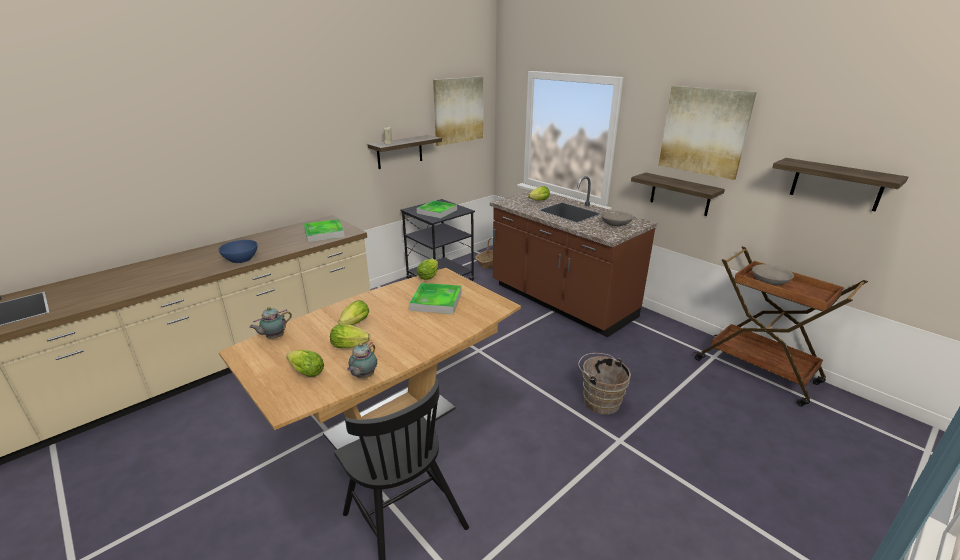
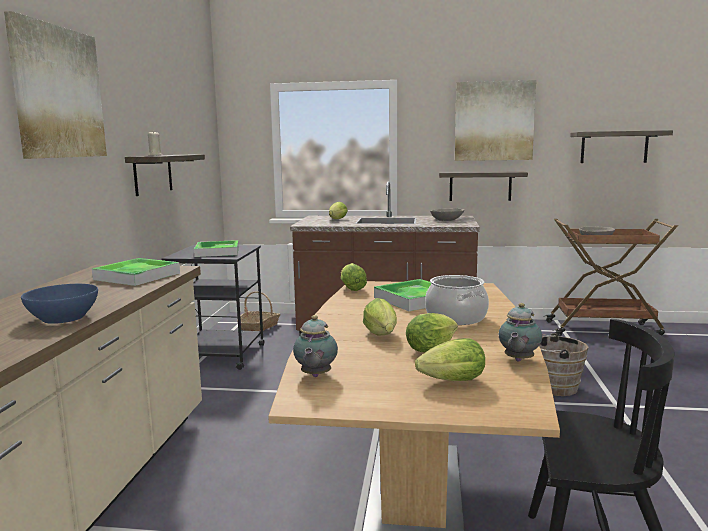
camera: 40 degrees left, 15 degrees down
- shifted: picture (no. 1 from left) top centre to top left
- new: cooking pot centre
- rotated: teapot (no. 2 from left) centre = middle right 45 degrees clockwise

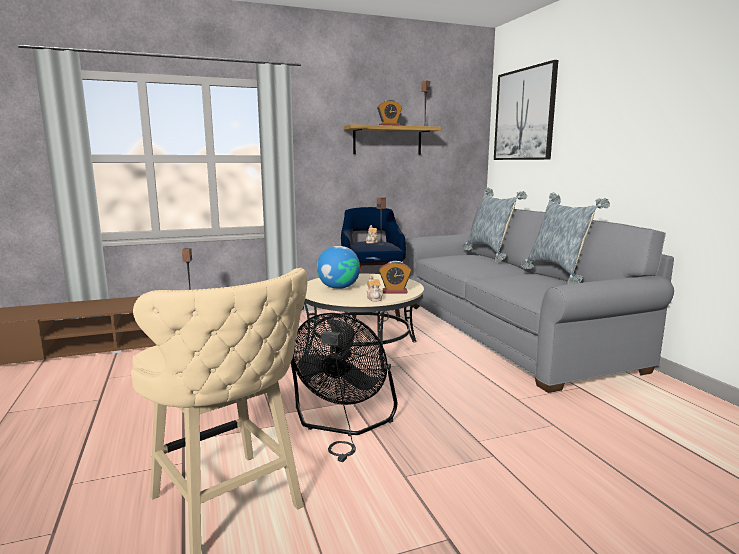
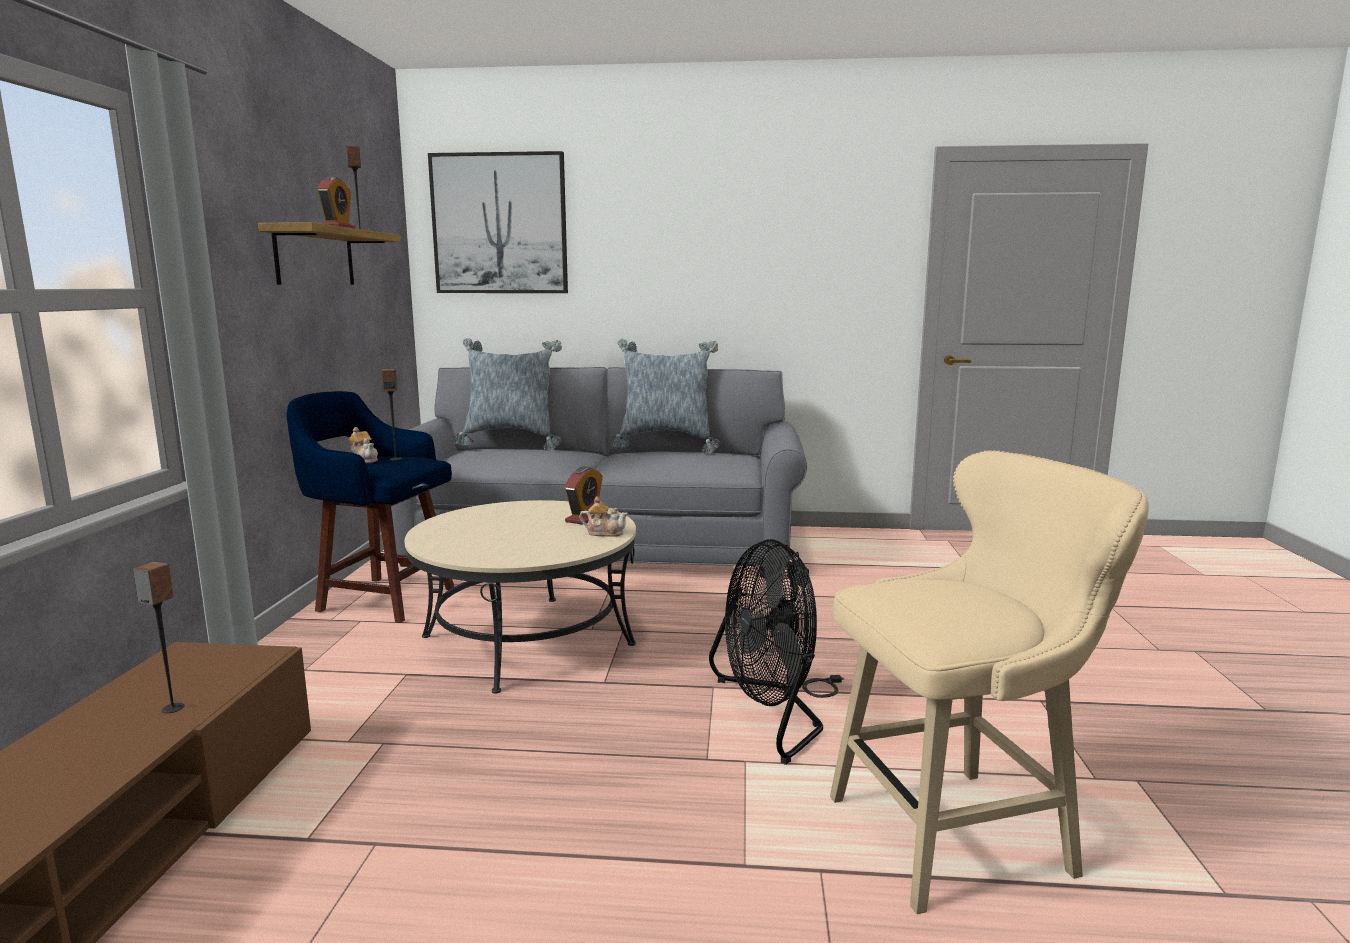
camera: 65 degrees left, 0 degrees up
- rotated: fan/black bottom centre = bottom centre 60 degrees counterclockwise
- gone: globe centre

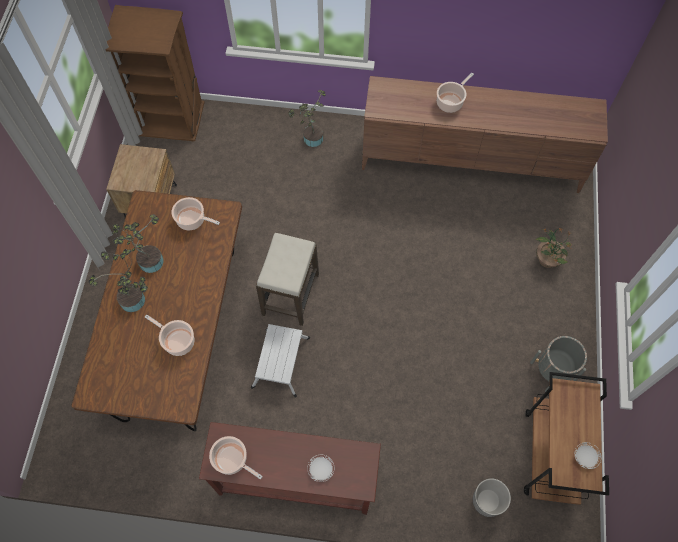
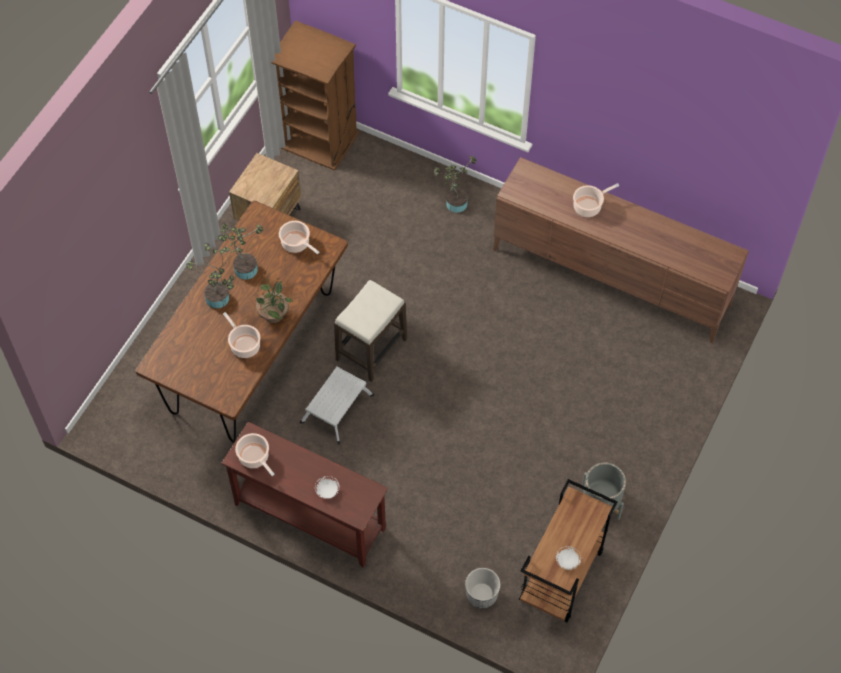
camera: 20 degrees right, 5 degrees down
- shifted: potted plant (no. 4 from left in the first image) middle right to potted plant (no. 3 from left) middle left

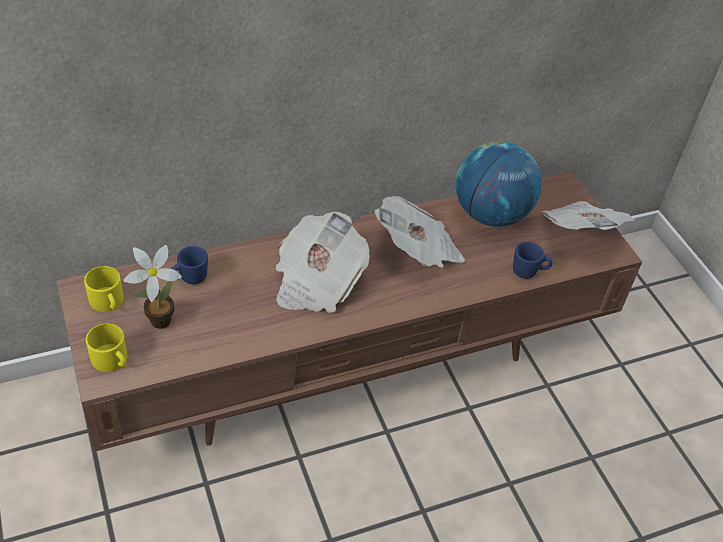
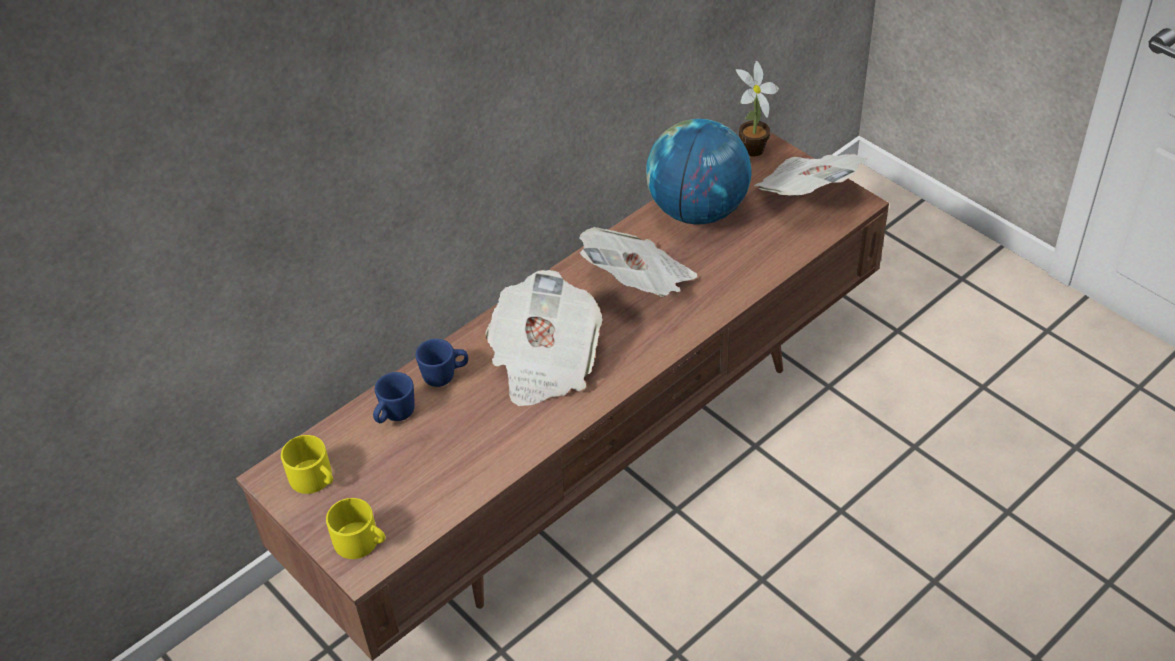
camera: 15 degrees left, 0 degrees up
- shifted: mug/blue (no. 2 from left) middle right to centre
- shifted: potted plant middle left to top centre

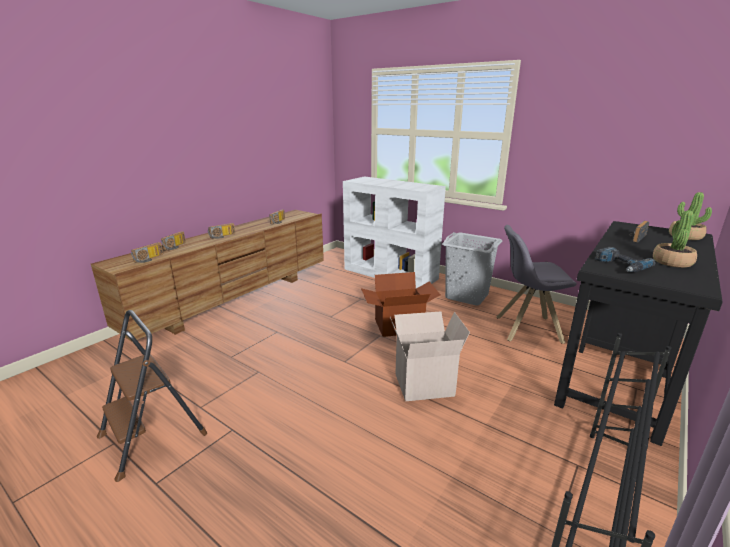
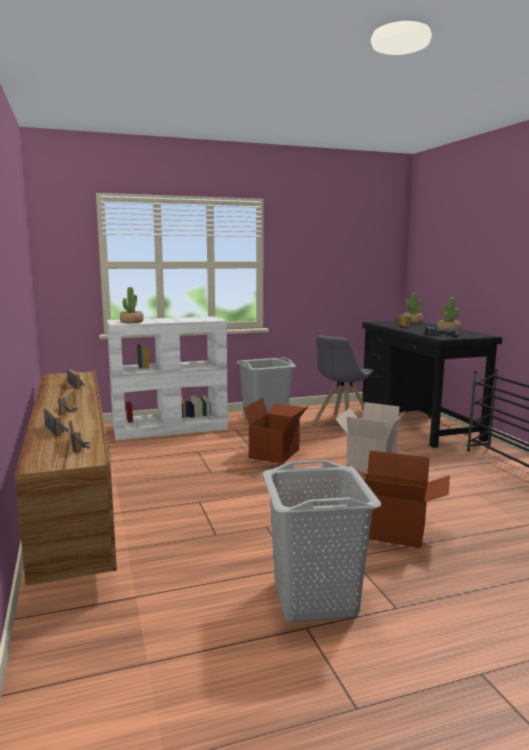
camera: 55 degrees left, 10 degrees down
- new: potted plant (no. 1 from left) middle left
- swapped: step ladder/brown bottom left to laundry basket/grey (no. 2 from left) bottom centre
- new: cardboard box (no. 3 from left) middle right

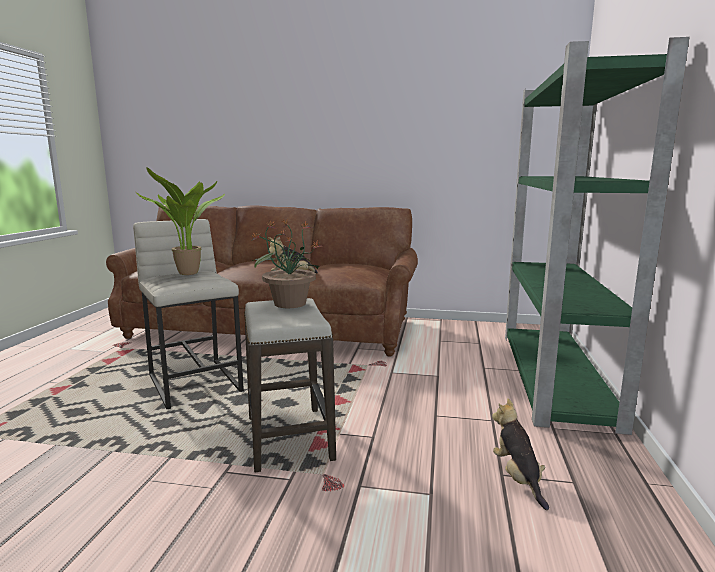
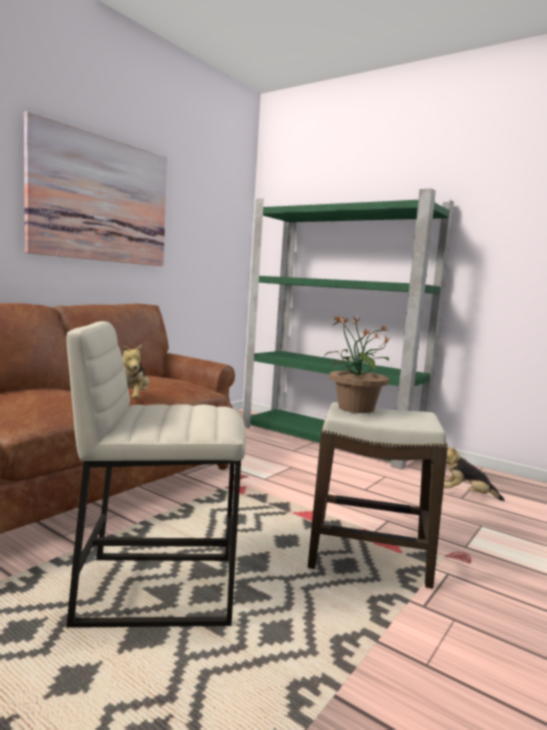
camera: 65 degrees left, 5 degrees down
- new: picture top left
- gone: potted plant (no. 1 from left) middle left

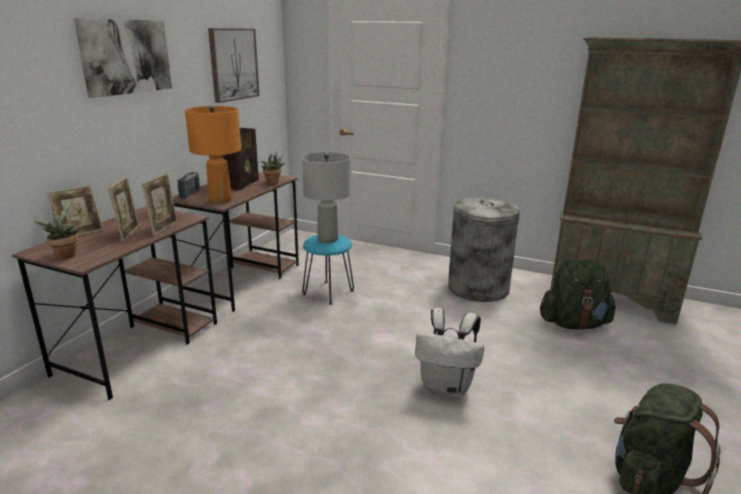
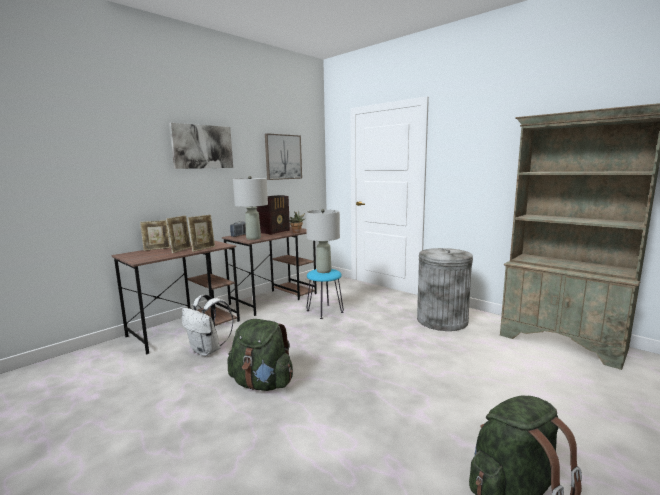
camera: 20 degrees right, 10 degrees down
- shifted: backpack/white bottom centre to middle left
- shifted: backpack/green (no. 1 from left) middle right to bottom centre
- repainted: table lamp/orange top left to table lamp/grey (no. 1 from left) centre
- gone: potted plant (no. 1 from left) middle left

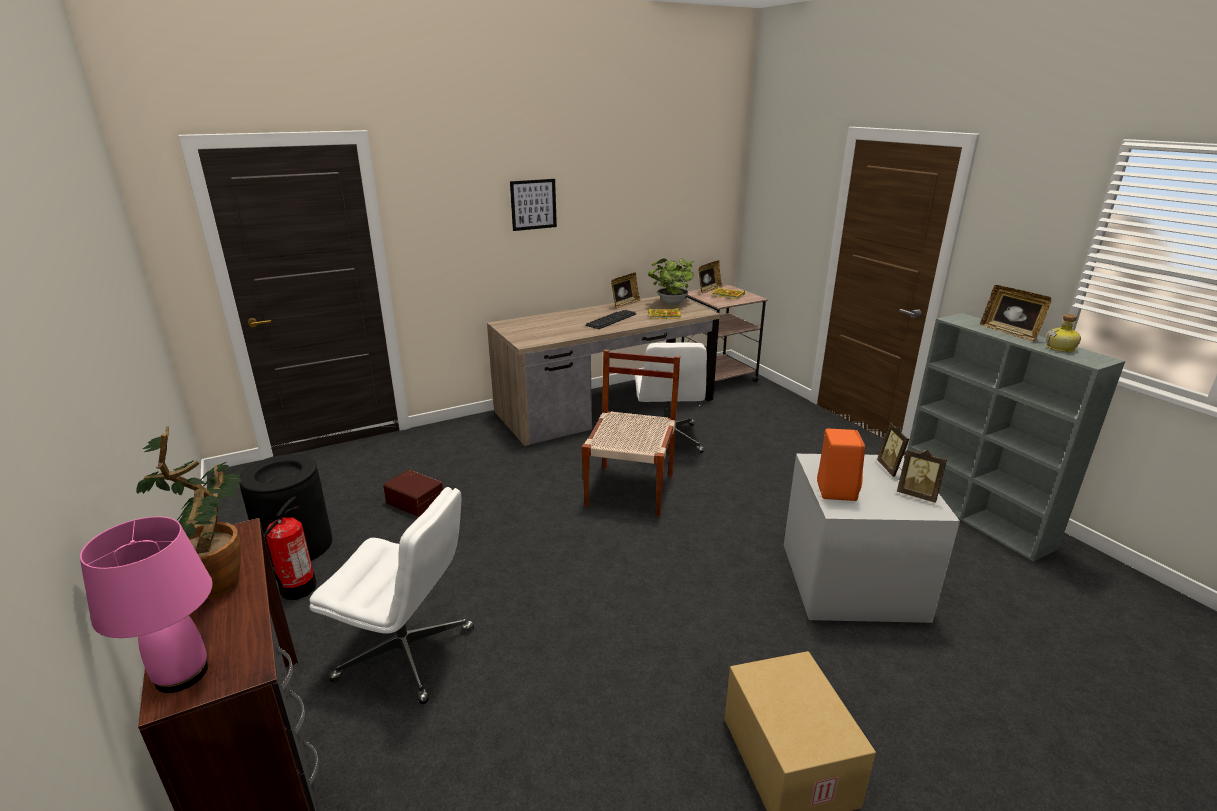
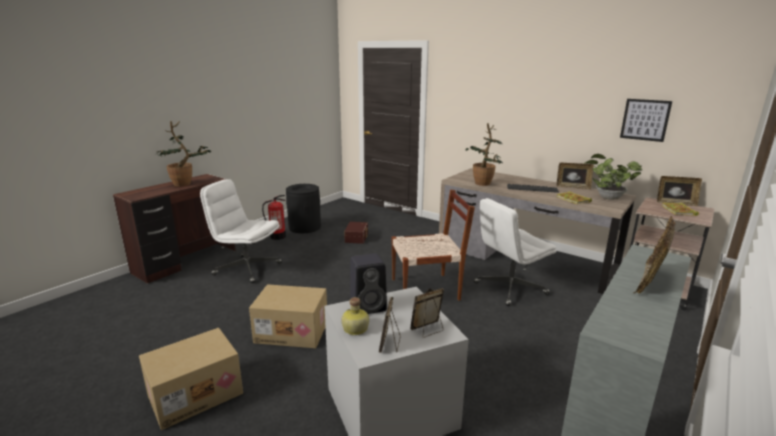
camera: 65 degrees right, 5 degrees down
- rotated: office chair/white (no. 1 from left) bottom left = middle left 120 degrees clockwise
- new: cardboard box (no. 2 from left) bottom centre
- shifted: bottle middle right to bottom centre
- repainted: speaker/orange middle right to speaker/black centre
- new: potted plant (no. 2 from left) centre
- shifted: picture top centre to top right
- gone: table lamp/pink bottom left

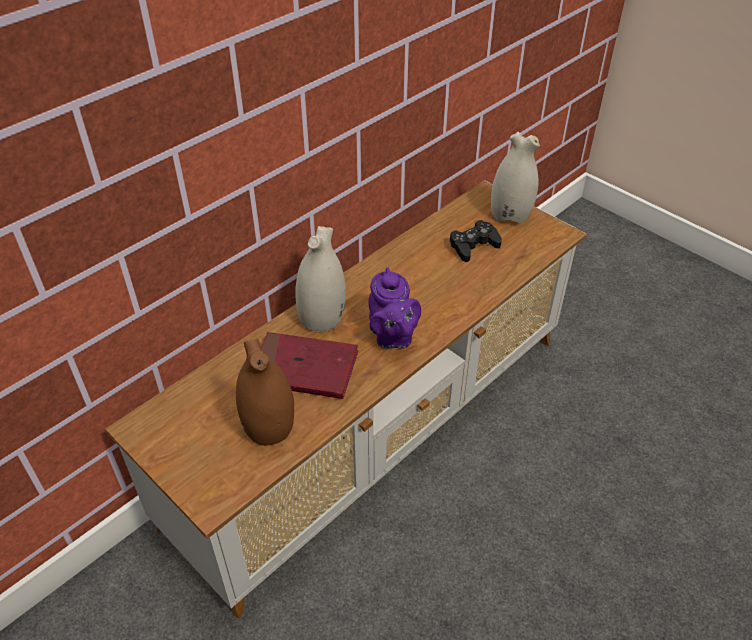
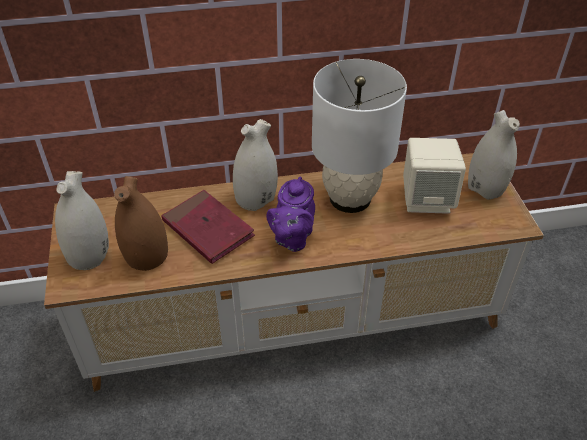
camera: 35 degrees right, 0 degrees up
- new: vase/white (no. 1 from left) middle left
- new: table lamp/white top centre
- swapped: game controller/black centre to speaker/beige middle right

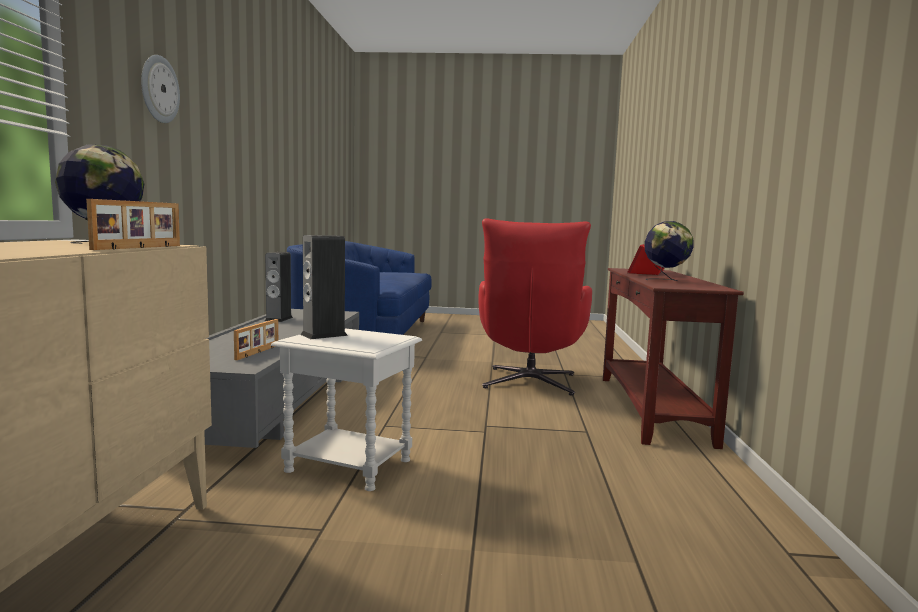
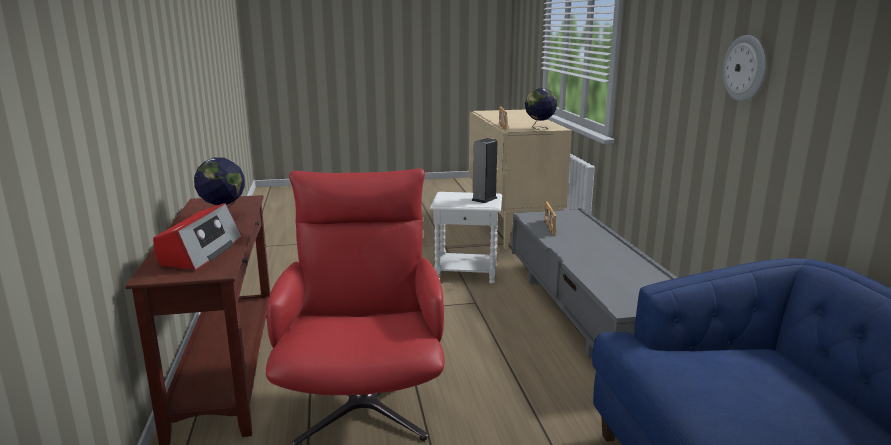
camera: 165 degrees right, 10 degrees up
- shifted: wall clock top left to top right
- gone: speaker (no. 1 from left) middle left

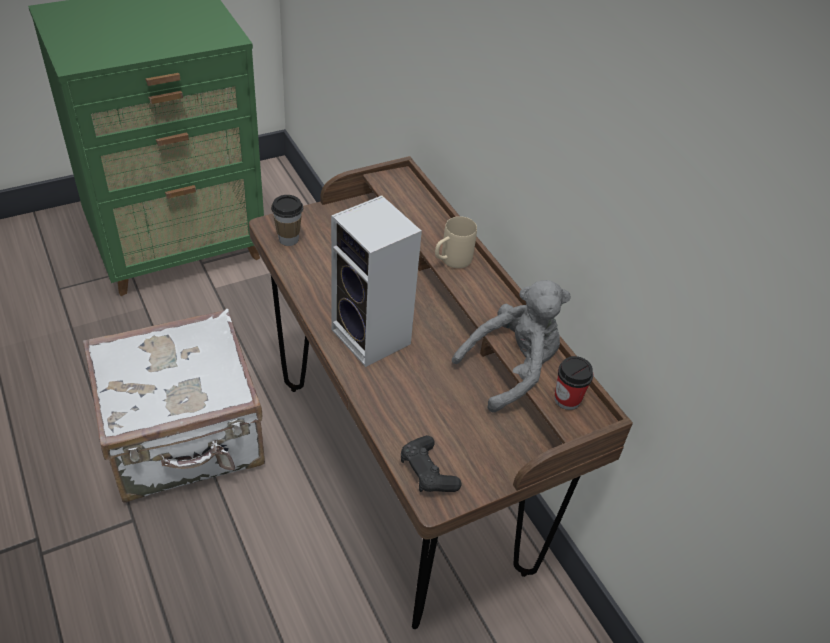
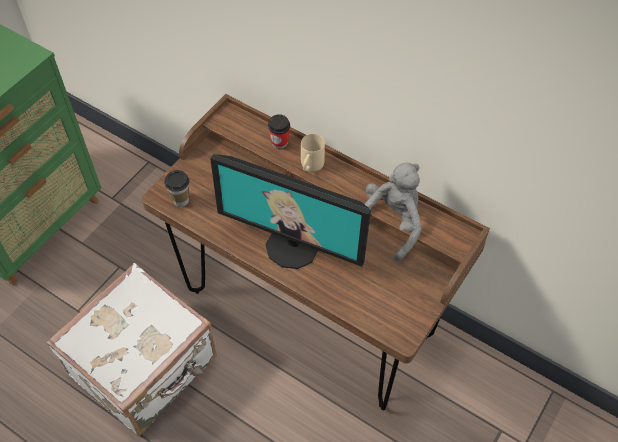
camera: 25 degrees left, 10 degrees up
- swapped: speaker centre to monitor centre
- shifted: cup (no. 2 from left) middle right to top centre
- gone: game controller/black bottom centre

